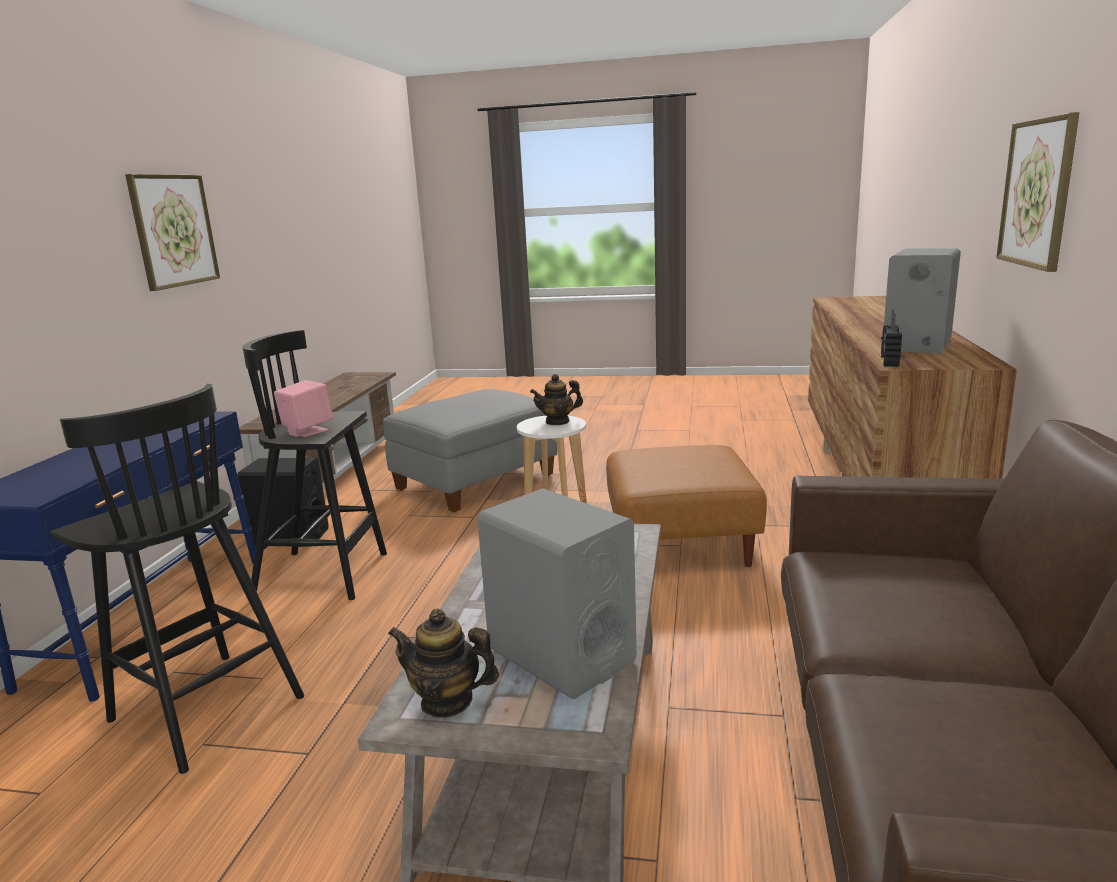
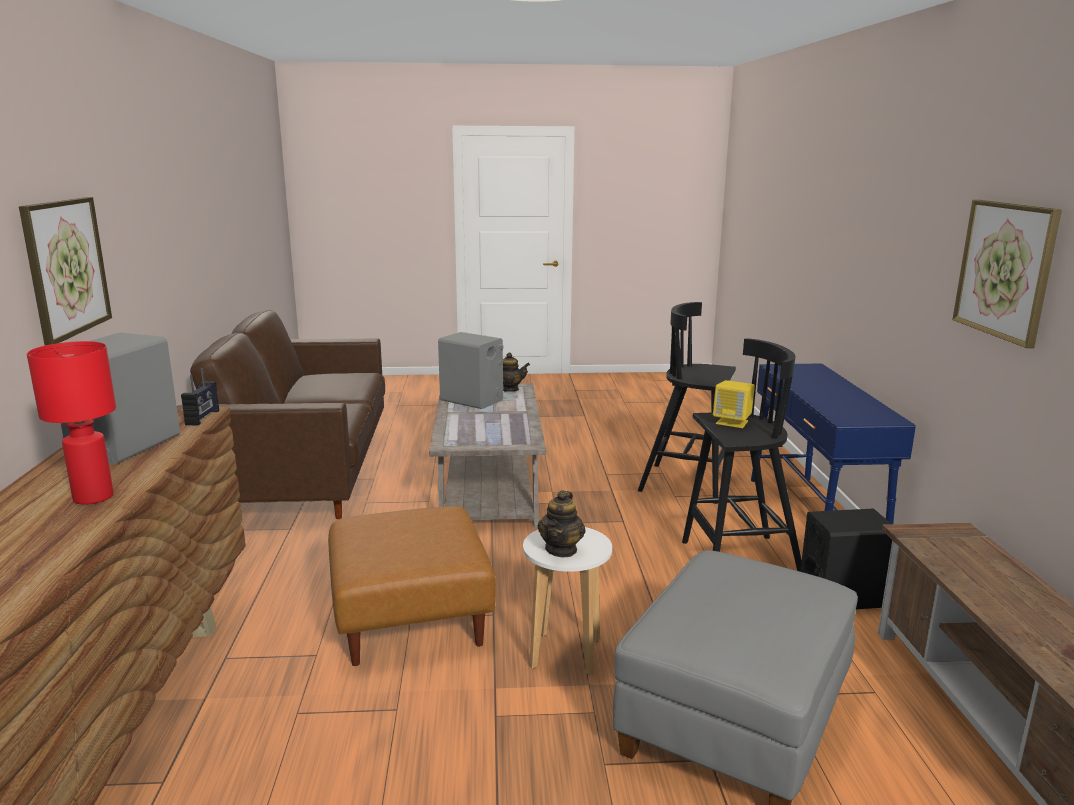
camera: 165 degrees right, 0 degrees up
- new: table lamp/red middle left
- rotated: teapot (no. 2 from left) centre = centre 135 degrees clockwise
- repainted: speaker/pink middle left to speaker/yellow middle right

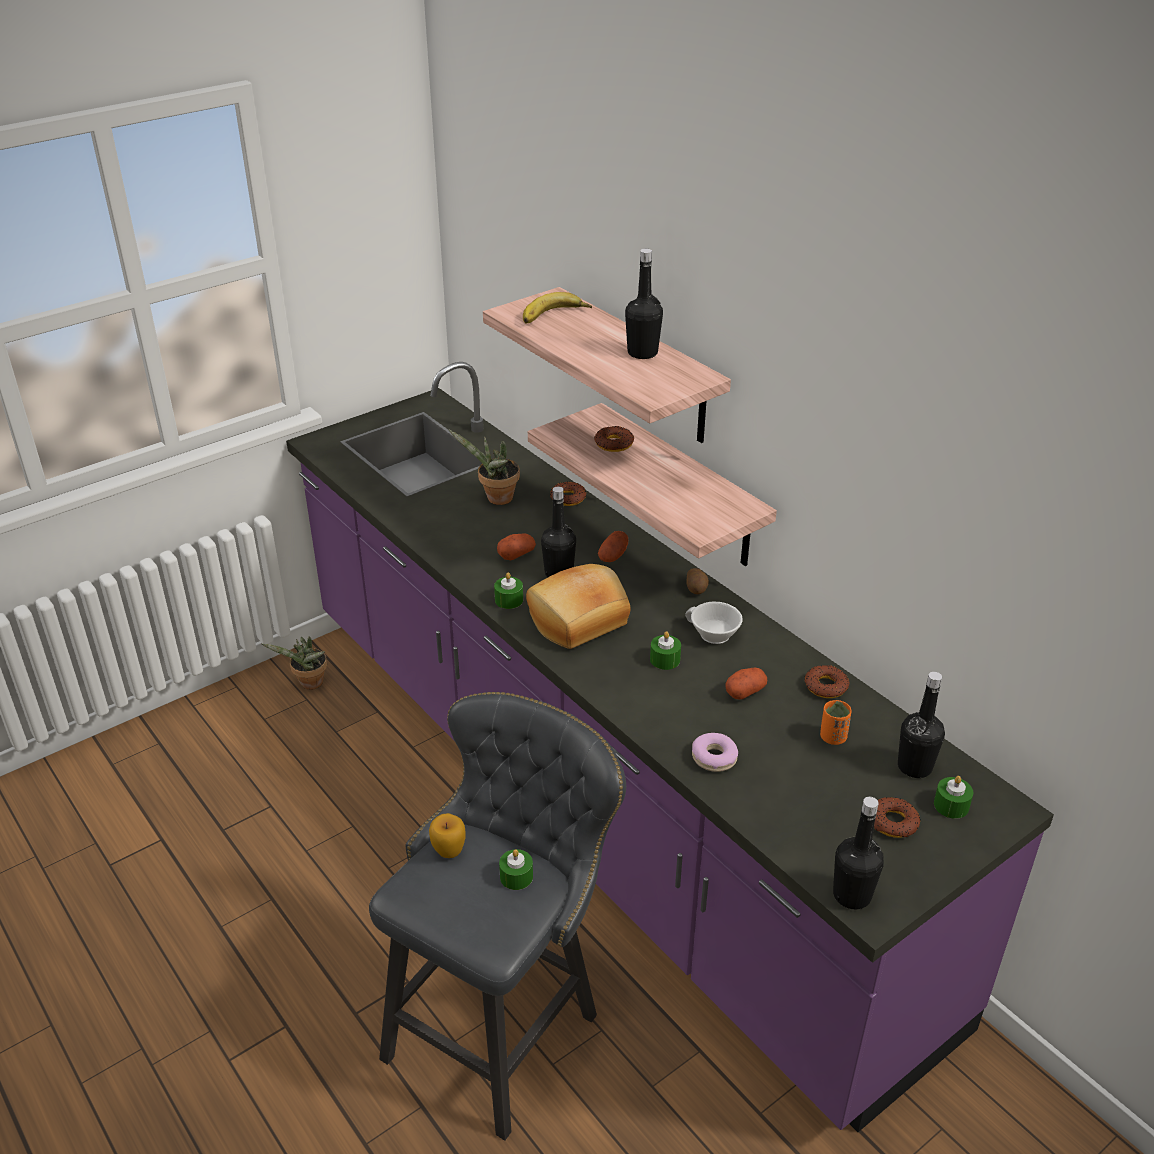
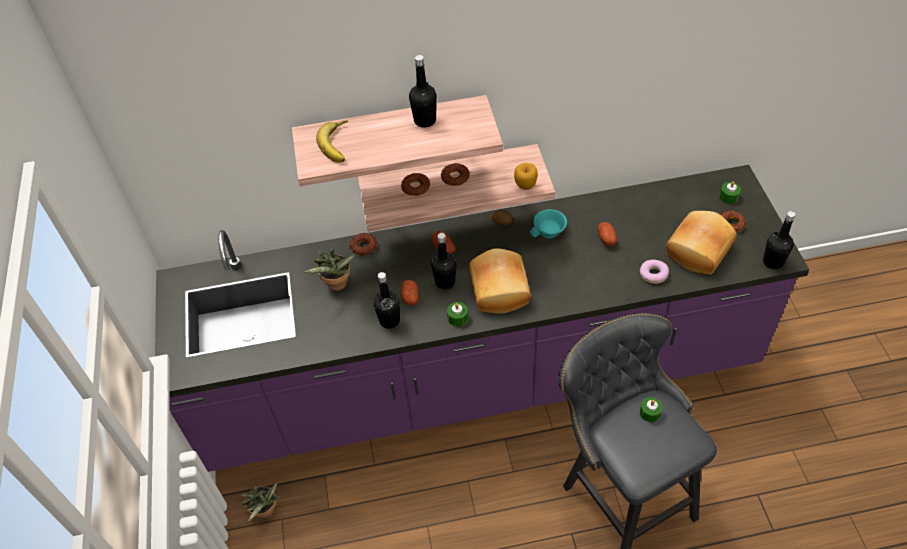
camera: 60 degrees left, 15 degrees up
- shifted: bottle/black (no. 4 from left in the first image) middle right to bottle/black (no. 1 from left) centre
- shifted: donut (no. 4 from left in the first image) middle right to donut (no. 3 from left) top centre
- shifted: apple bottom centre to top centre
- repainted: cup/white centre to cup/turquoise centre
- new: bread (no. 2 from left) middle right
- gone: candle/green (no. 3 from left) centre
- gone: cup/orange middle right

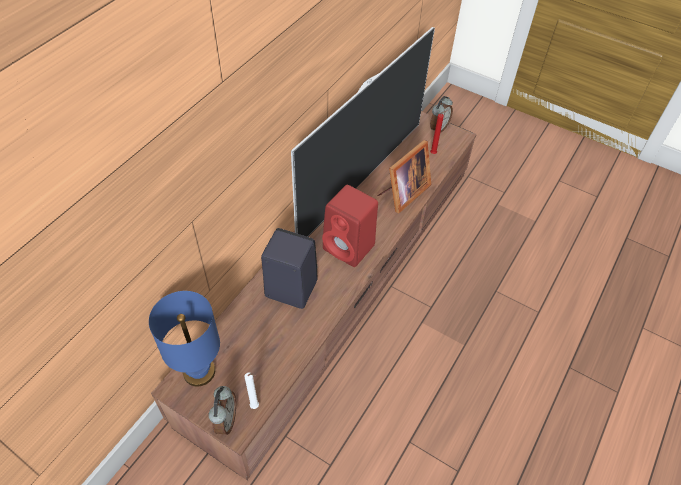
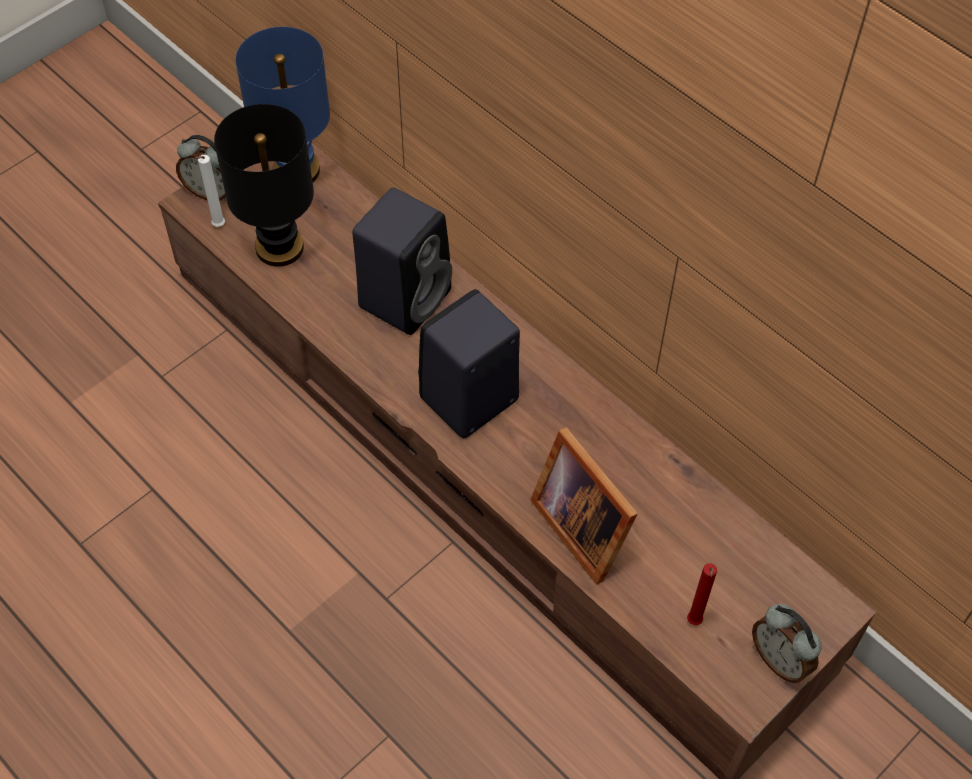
camera: 105 degrees right, 5 degrees up
- new: table lamp/black top left
- repainted: speaker/red centre to speaker/black (no. 2 from left) centre
- gone: television top centre

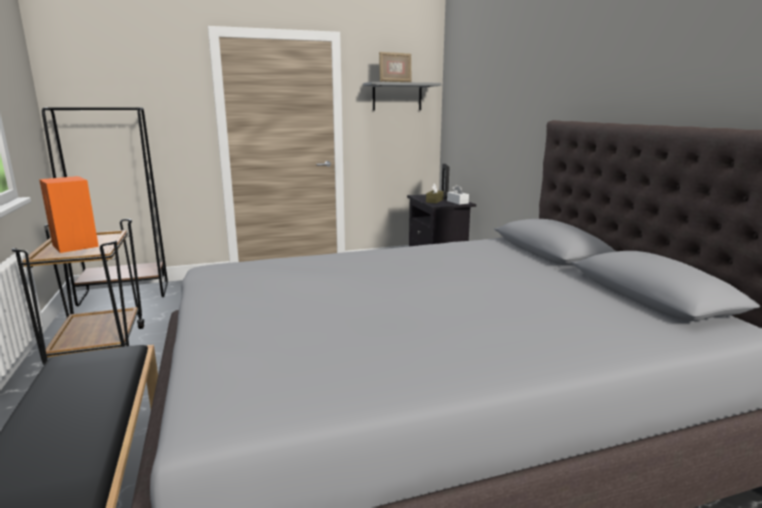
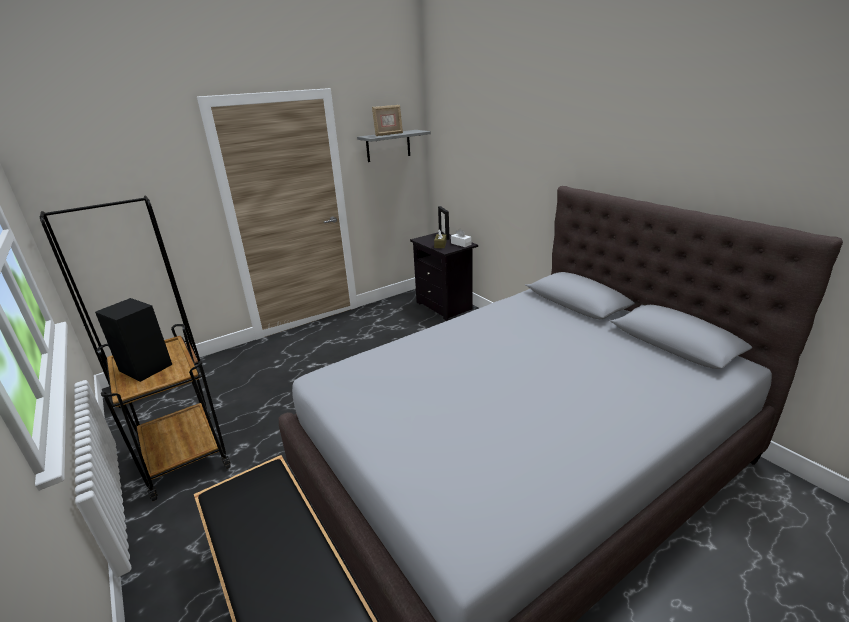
camera: 15 degrees left, 10 degrees up
- repainted: speaker/orange middle left to speaker/black middle left

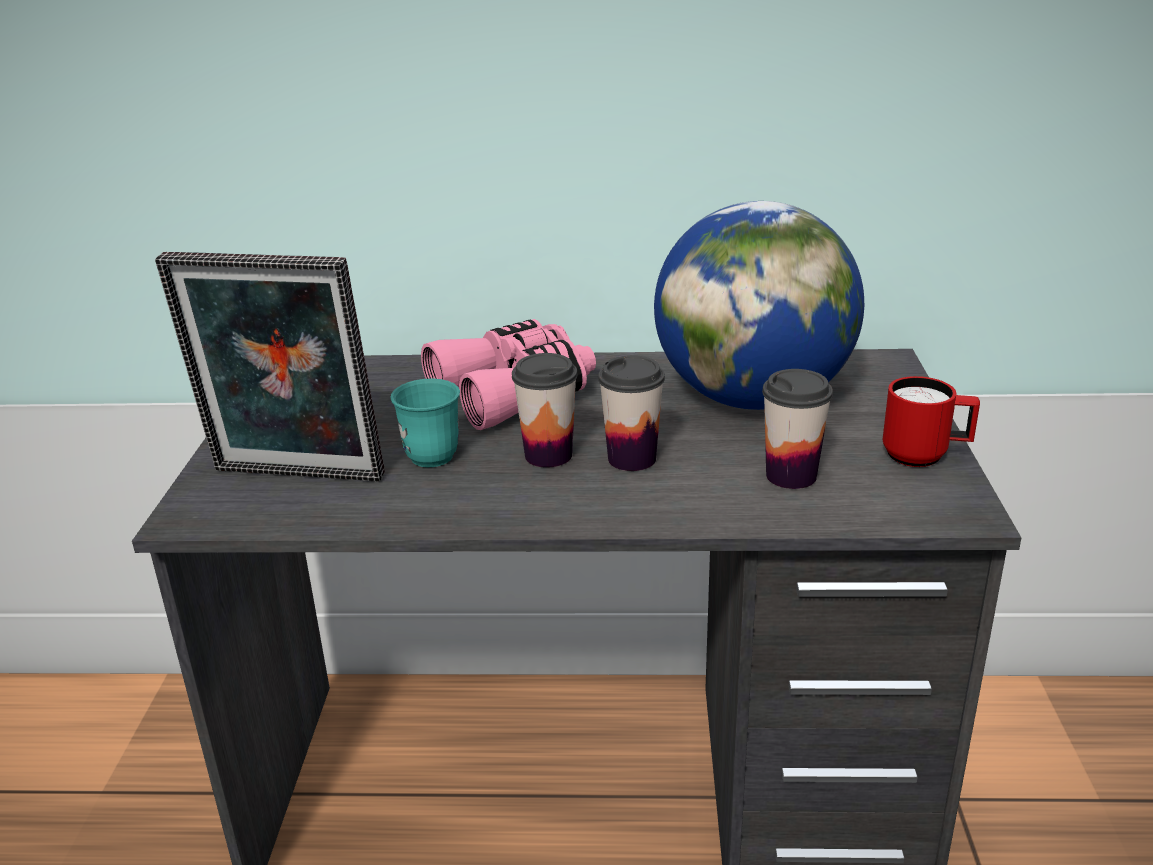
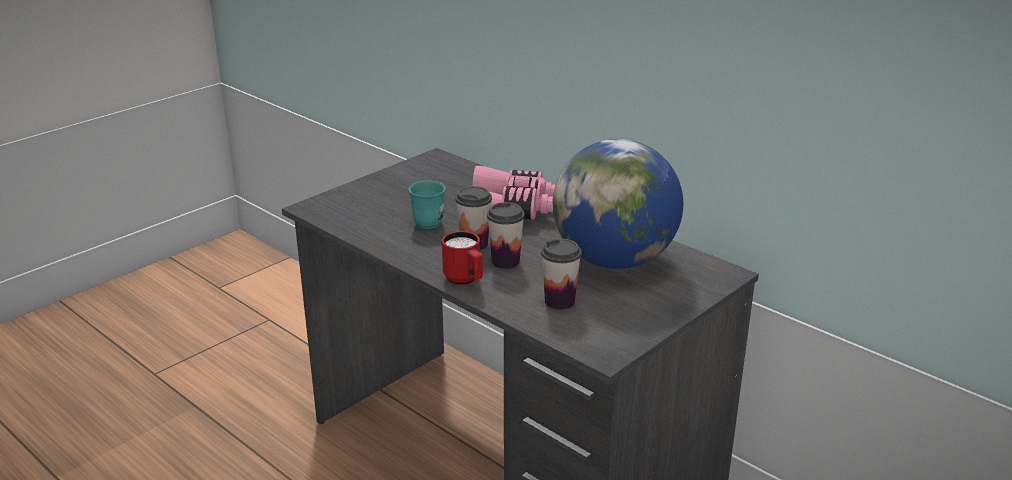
camera: 40 degrees right, 0 degrees up
- shifted: mug/red middle right to centre
- gone: picture frame middle left

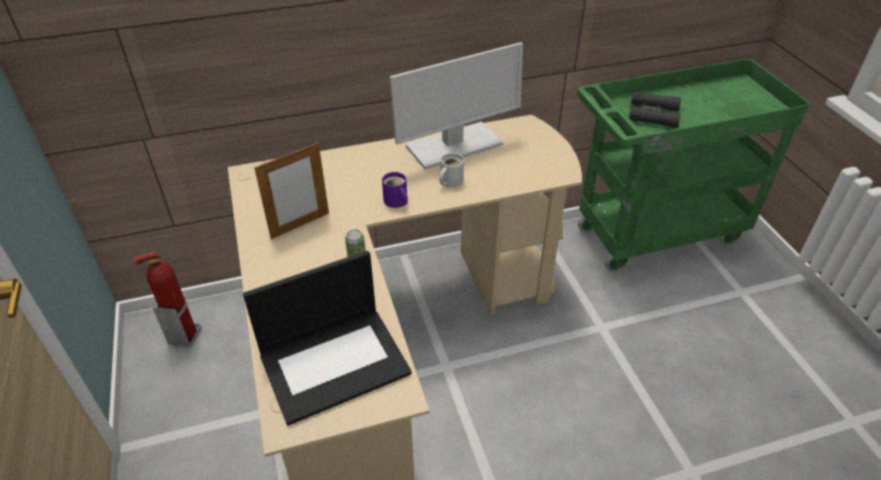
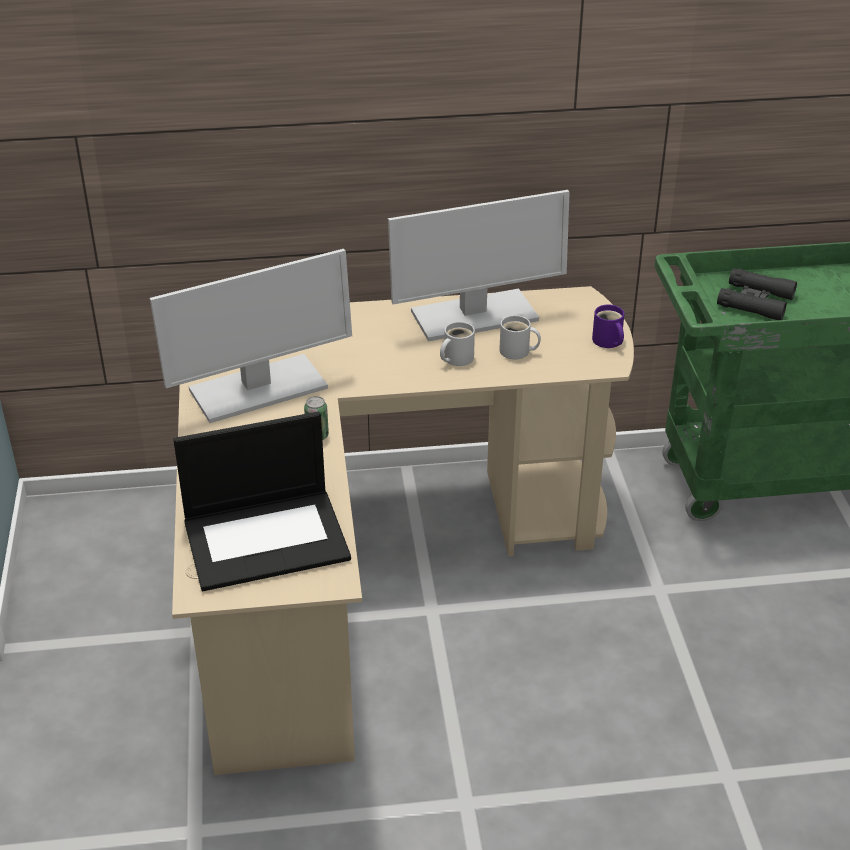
camera: 10 degrees right, 5 degrees down
- swapped: picture frame middle left to monitor (no. 1 from left) middle left
- new: mug/white (no. 2 from left) centre
- shifted: mug/purple centre to middle right
- gone: fire extinguisher middle left

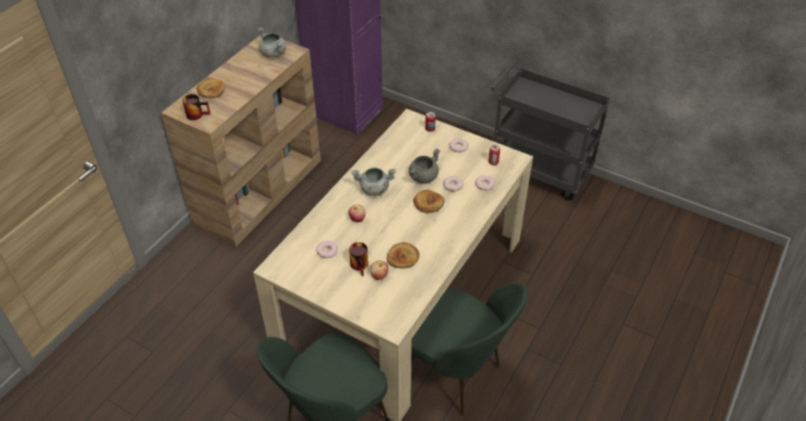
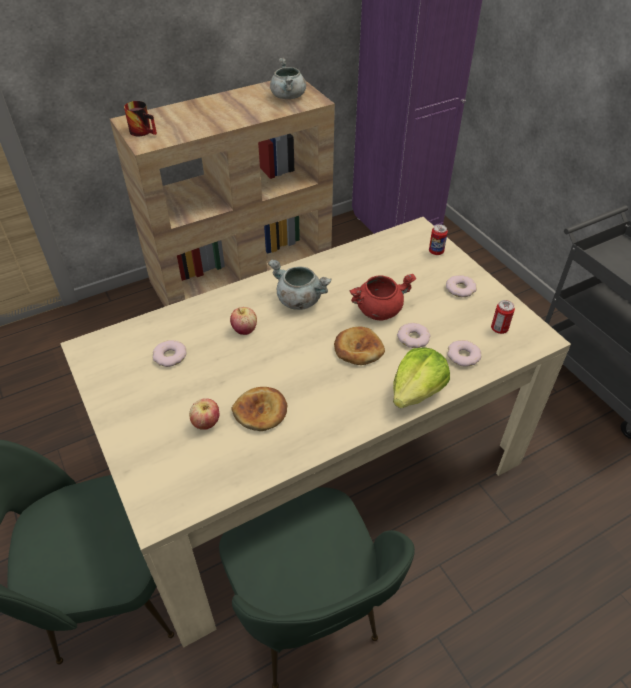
camera: 30 degrees right, 0 degrees up
- repainted: cooking pot/grey (no. 3 from left) centre to cooking pot/red centre
- new: lettuce middle right
- gone: bread (no. 1 from left) top left
- gone: mug (no. 2 from left) centre

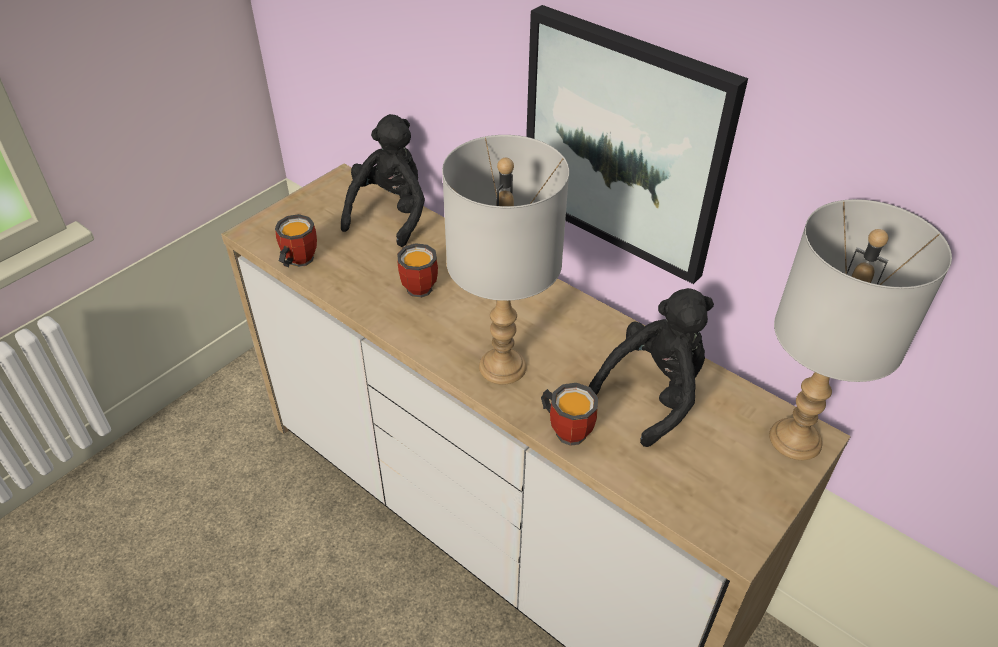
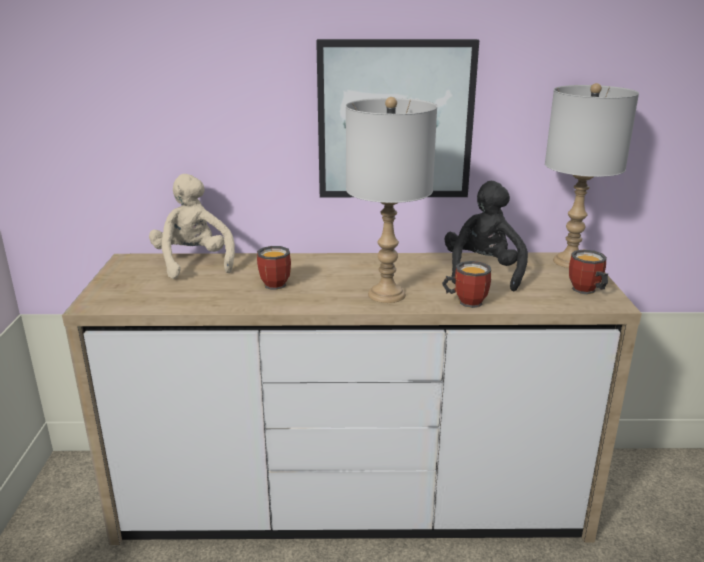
camera: 40 degrees left, 20 degrees down
- repainted: plush toy/black (no. 1 from left) top centre to plush toy/beige middle left
- shifted: mug (no. 1 from left in the first image) middle left to mug (no. 3 from left) middle right

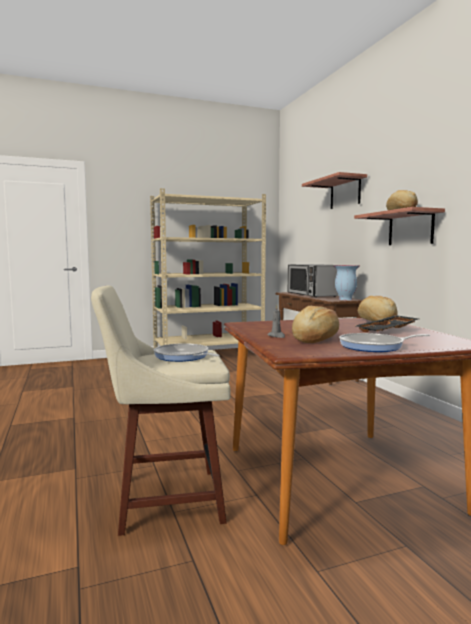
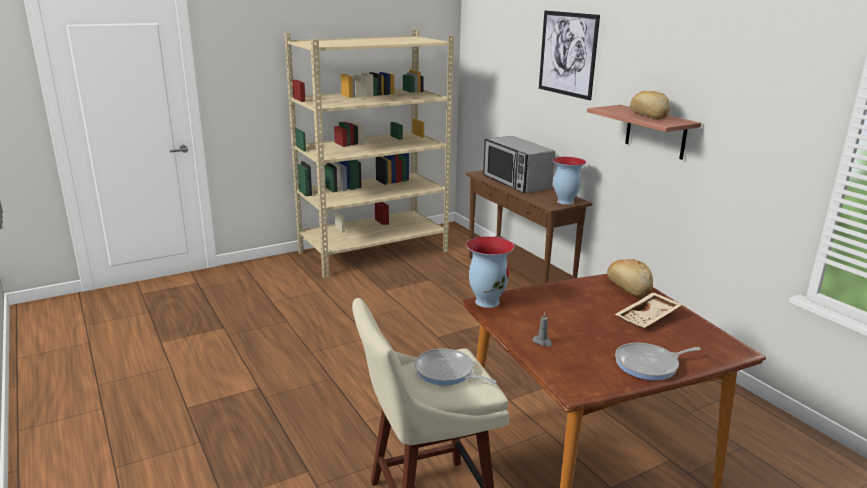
camera: 10 degrees left, 15 degrees up
- new: vase (no. 1 from left) centre
- swapped: shelf (no. 1 from left) top right to picture top centre
- repainted: tray/black middle right to tray/beige middle right
- gone: bread (no. 1 from left) middle right

